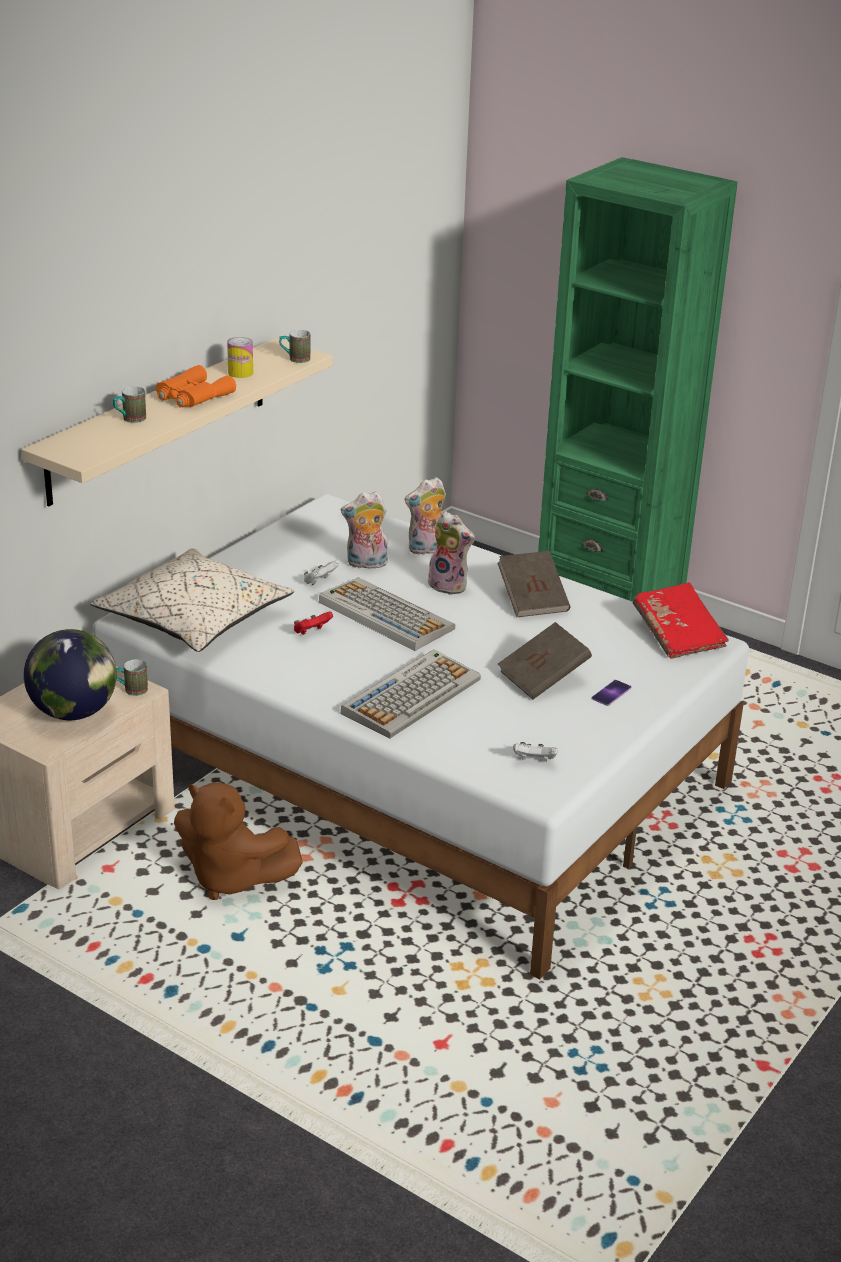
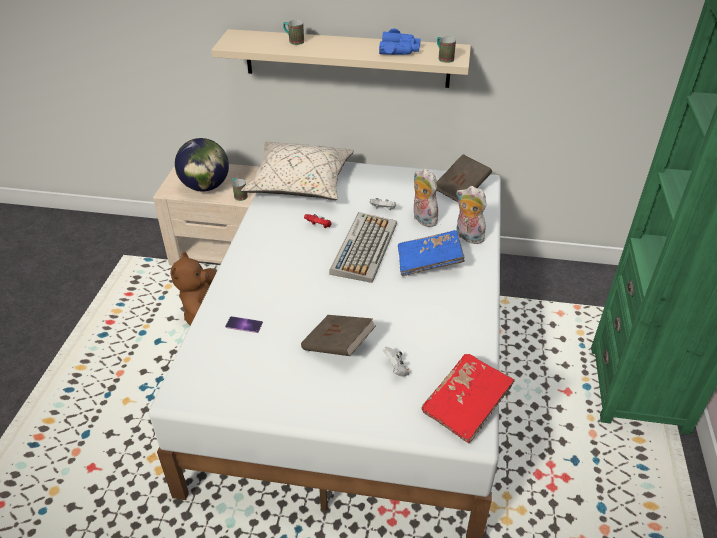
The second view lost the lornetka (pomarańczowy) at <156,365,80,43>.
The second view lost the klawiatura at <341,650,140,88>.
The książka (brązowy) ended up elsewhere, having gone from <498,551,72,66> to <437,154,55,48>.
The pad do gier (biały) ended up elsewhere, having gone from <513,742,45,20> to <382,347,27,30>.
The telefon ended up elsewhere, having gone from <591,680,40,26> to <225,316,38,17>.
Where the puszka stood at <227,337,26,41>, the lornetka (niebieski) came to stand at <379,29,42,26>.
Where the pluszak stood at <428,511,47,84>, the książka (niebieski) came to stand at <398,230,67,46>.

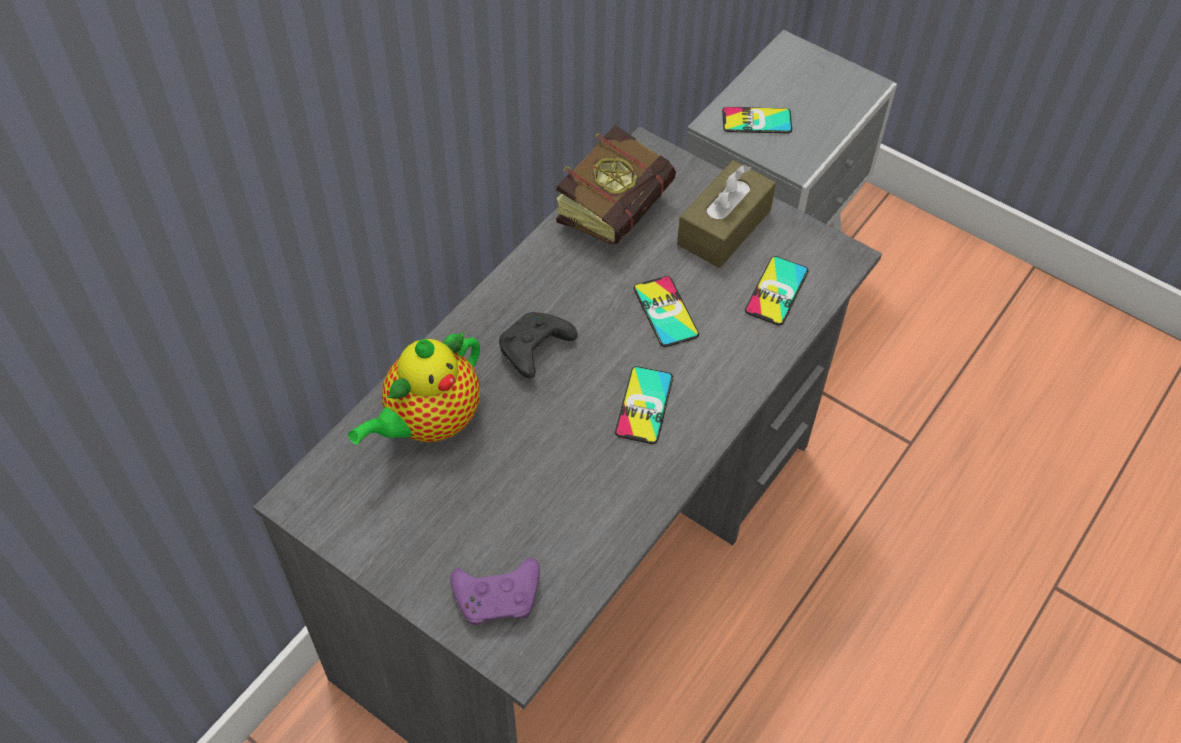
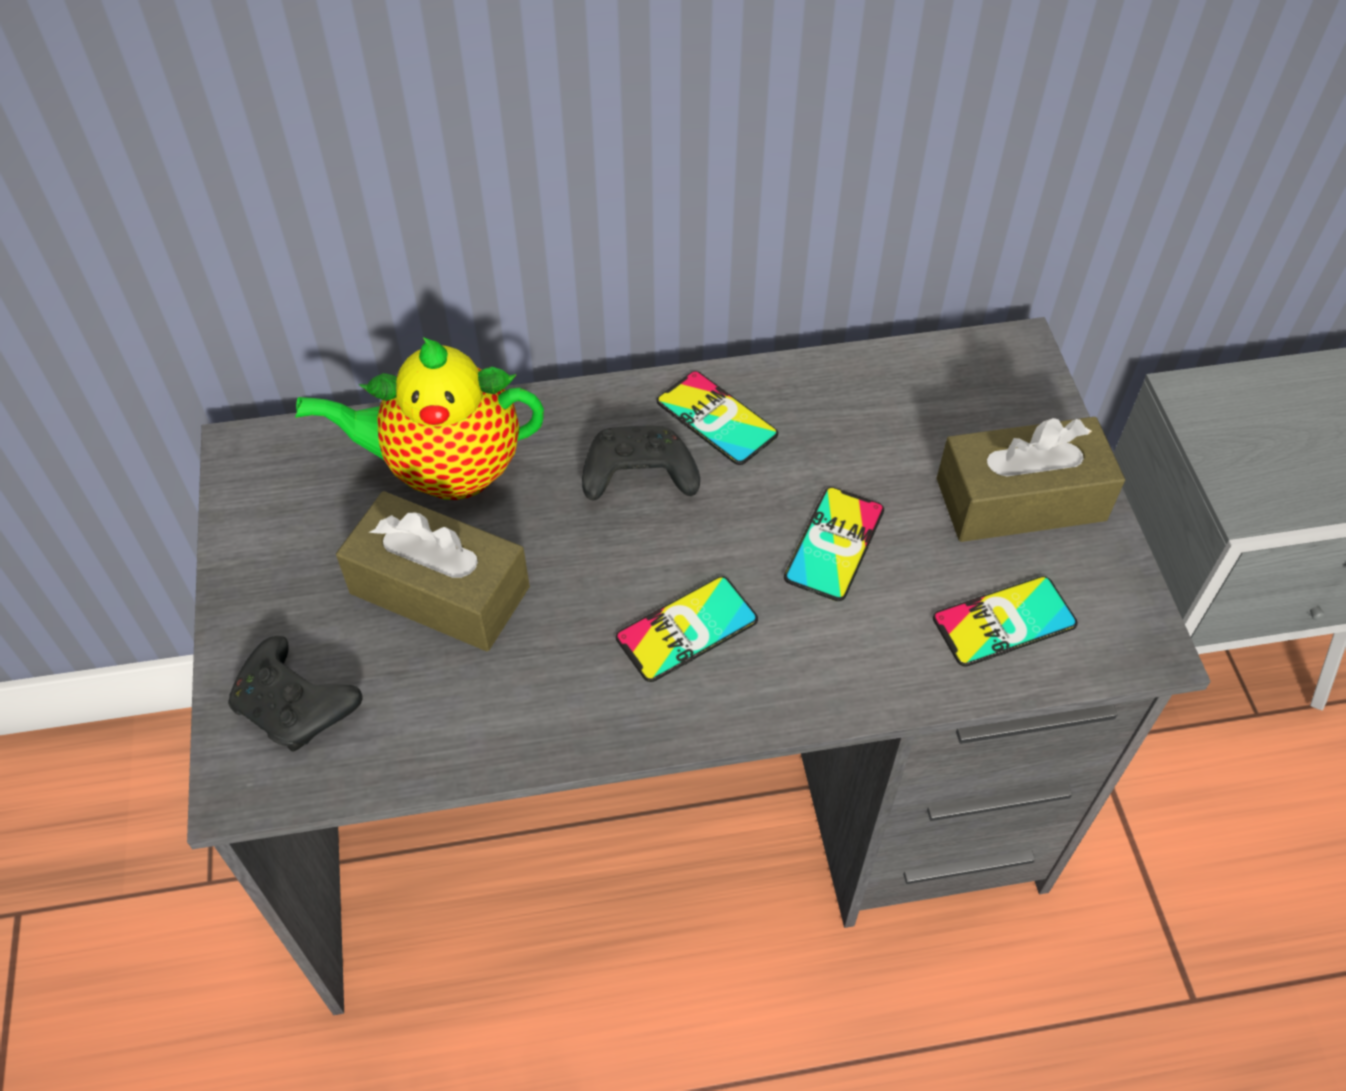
The second view lost the książka at <556,125,120,120>.
The second view gained the pudełko chusteczek (brązowy) at <336,491,194,161>.
The telefon ended up elsewhere, having gone from <722,107,70,26> to <657,371,121,94>.
What was the pad do gier (fioletowy) at <450,558,90,68> turned into the pad do gier (czarny) at <228,636,135,116>.

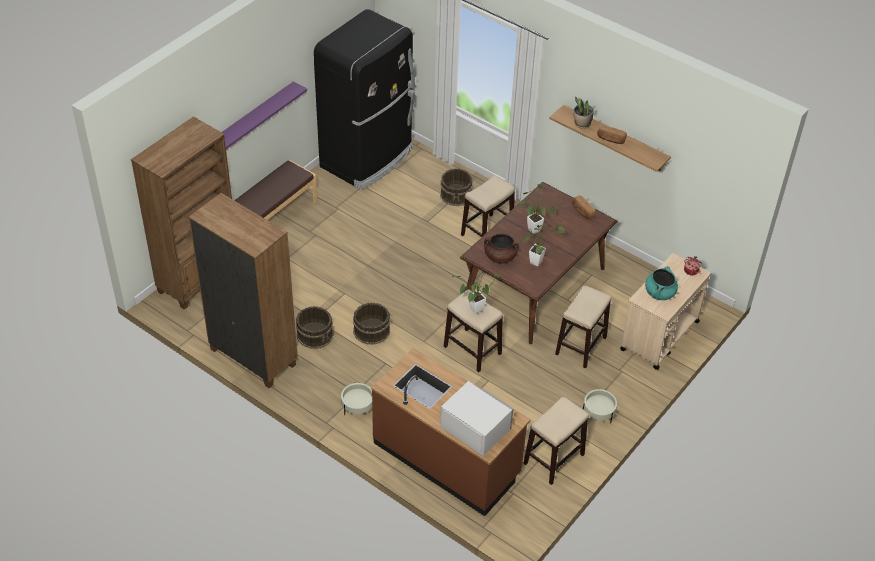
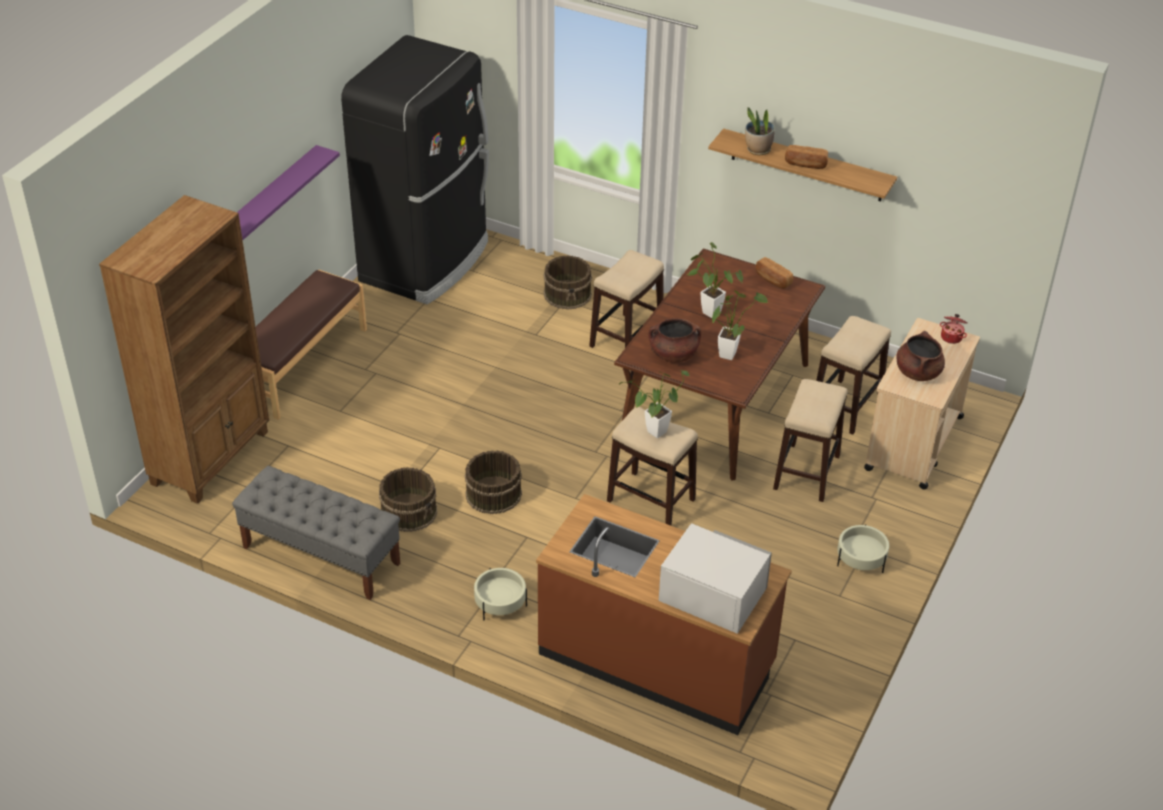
The stołek ended up elsewhere, having gone from <523,397,66,88> to <816,316,75,119>.
Where the regał (brązowy) stood at <189,193,109,195>, the ławka (szary) came to stand at <232,466,168,134>.
What was the garnek (turkusowy) at <645,266,33,34> turned into the garnek (brązowy) at <897,331,48,50>.

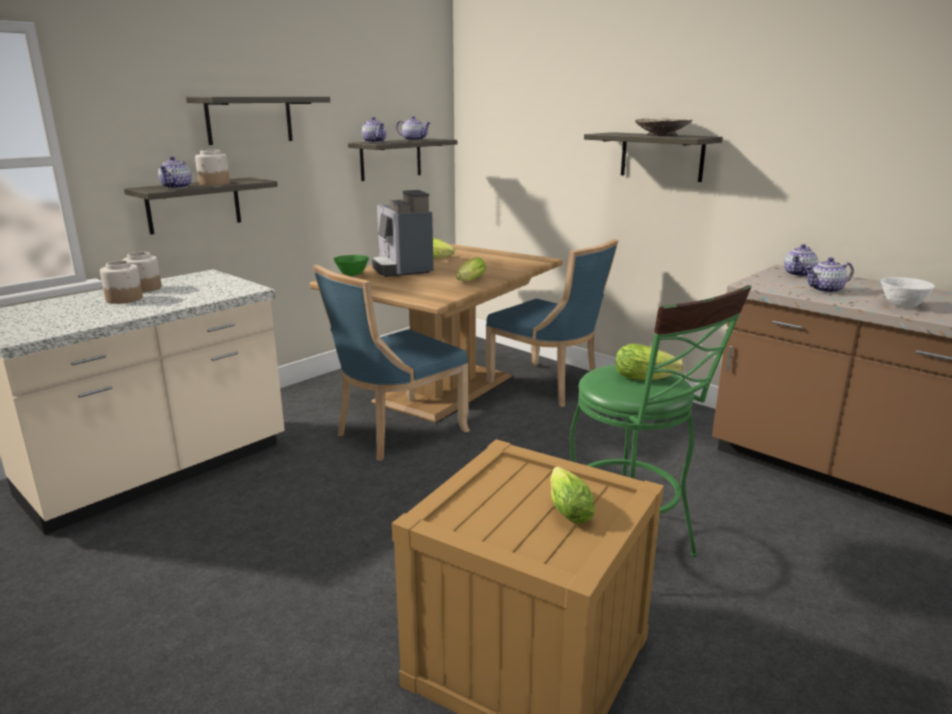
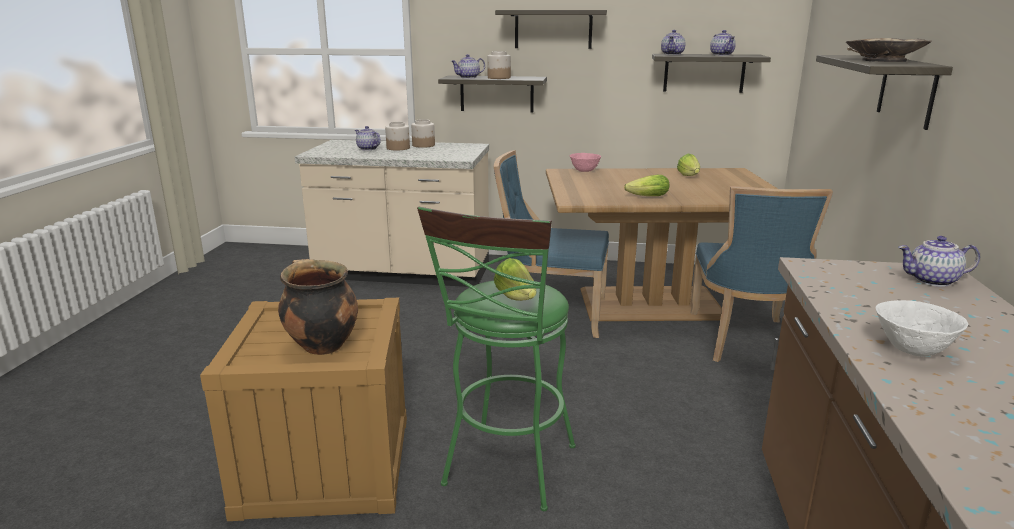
The second view lost the ekspres do kawy at <372,190,62,87>.
The imbryk ended up elsewhere, having gone from <805,257,49,36> to <355,126,26,25>.
Where the sałata stood at <550,467,45,57>, the garnek came to stand at <278,259,80,96>.
What was the miska (zielony) at <334,255,35,21> turned into the miska (różowy) at <569,153,32,19>.

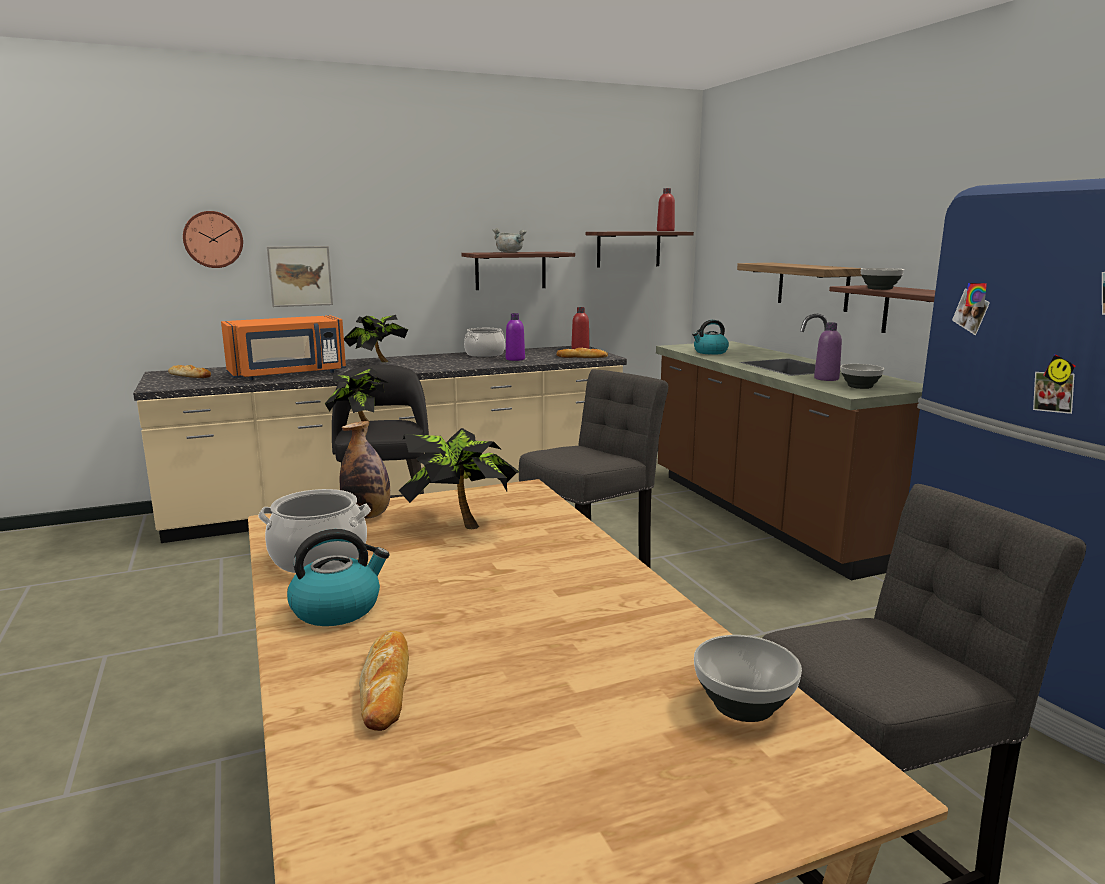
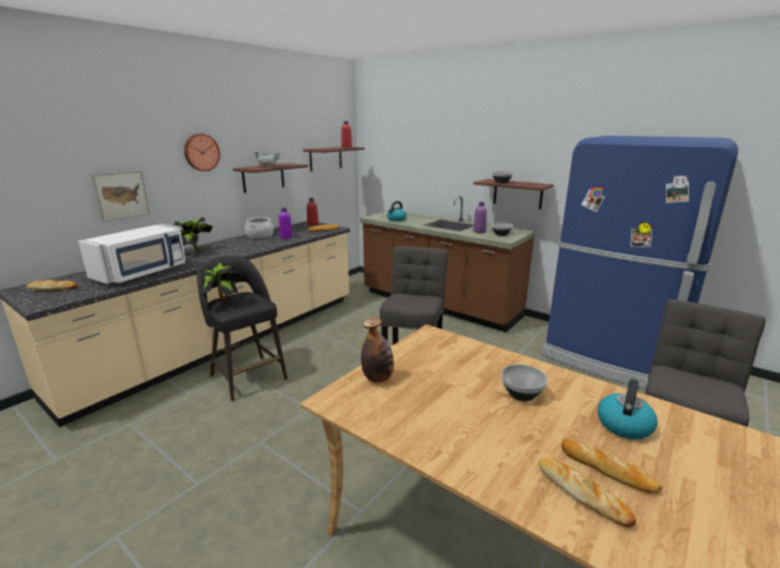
The second view lost the garnek at <258,489,113,84>.
The second view lost the roślina doniczkowa at <399,428,120,101>.
The second view lost the półka at <737,263,125,49>.
The second view gained the chleb at <561,439,102,54>.
The zegar ścienny ended up elsewhere, having gone from <183,211,60,57> to <184,134,36,37>.
The czajnik ended up elsewhere, having gone from <287,529,103,97> to <598,379,60,60>.
The miska ended up elsewhere, having gone from <694,635,108,87> to <501,364,47,37>.
What was the mikrofalówka (pomarańczowy) at <221,315,125,65> turned into the mikrofalówka (biały) at <78,224,108,61>.

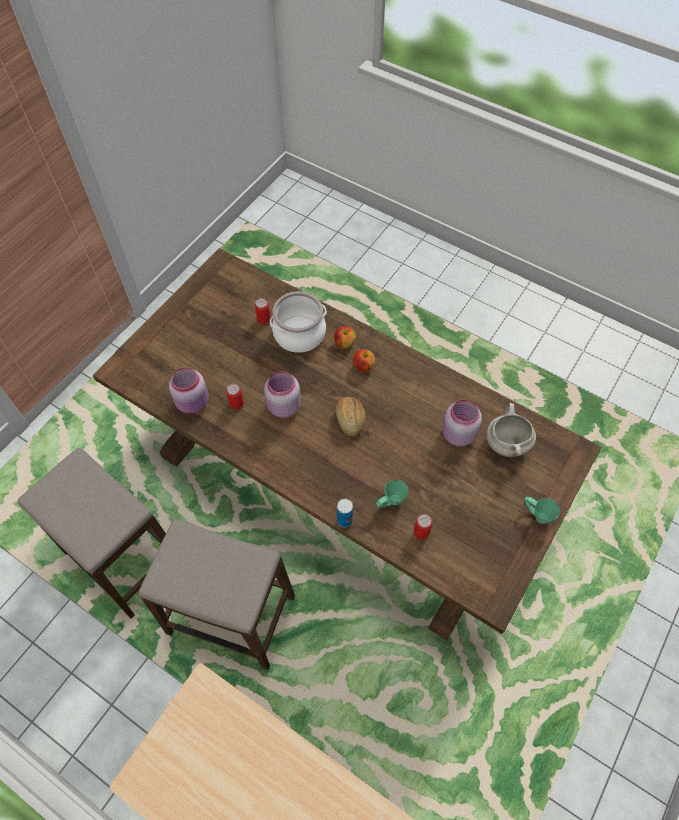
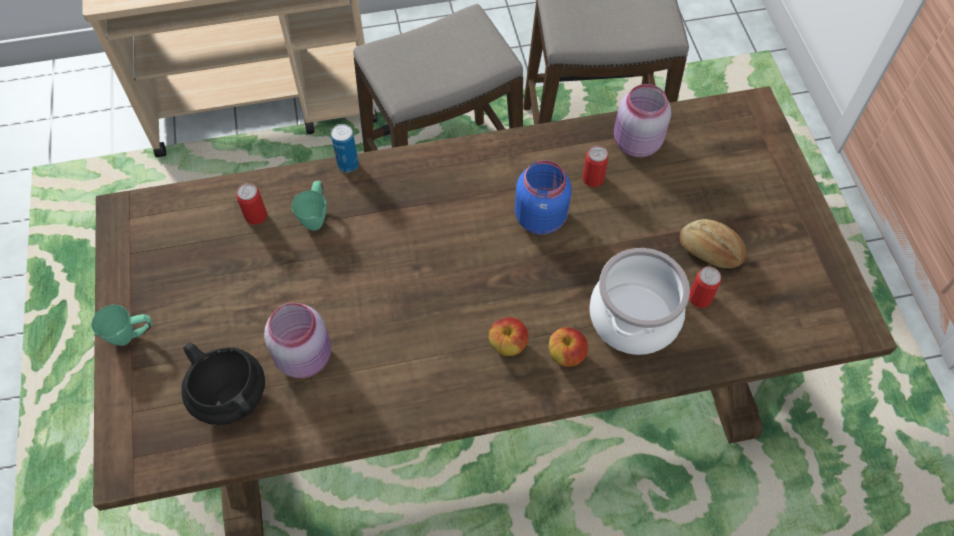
The chleb ended up elsewhere, having gone from <336,397,30,40> to <680,219,66,49>.
What was the słoik (różowy) at <264,371,37,47> turned into the słoik (niebieski) at <515,160,57,75>.
What was the garnek (biały) at <486,403,50,54> turned into the garnek (czarny) at <181,343,84,82>.

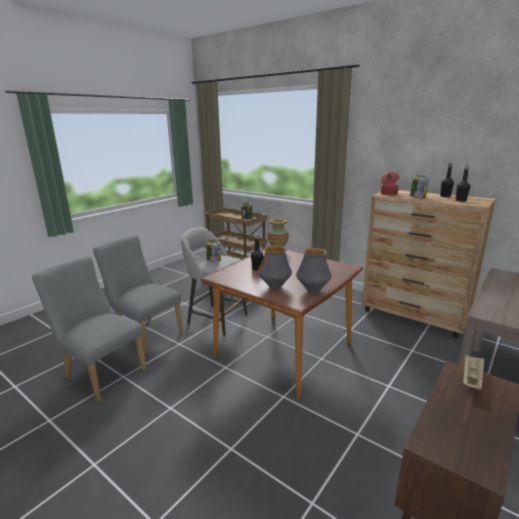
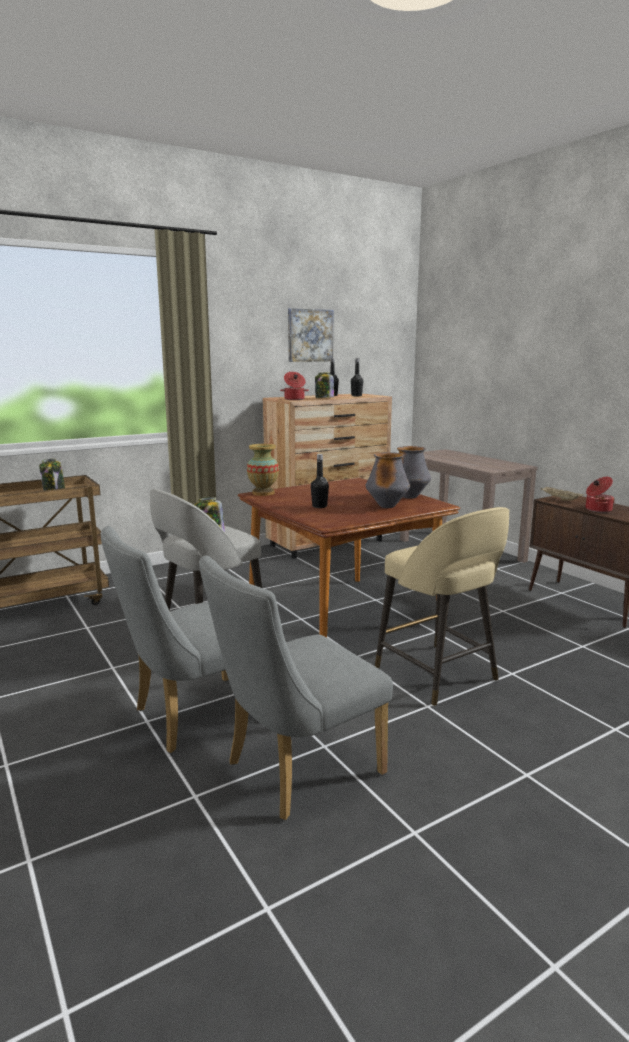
The second view gained the obraz at <288,308,45,54>.
The second view gained the stołek (beżowy) at <375,507,135,199>.
The second view gained the garnek at <586,477,29,36>.

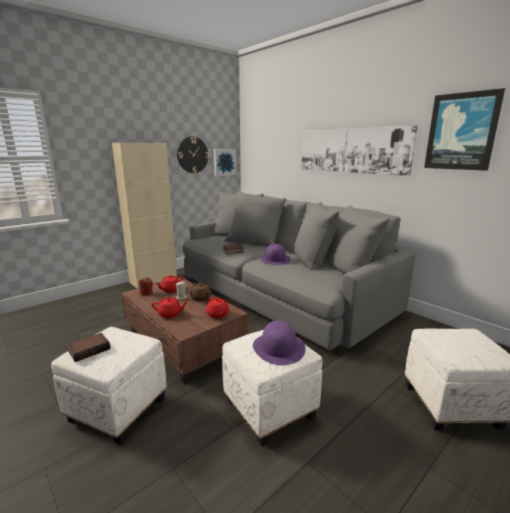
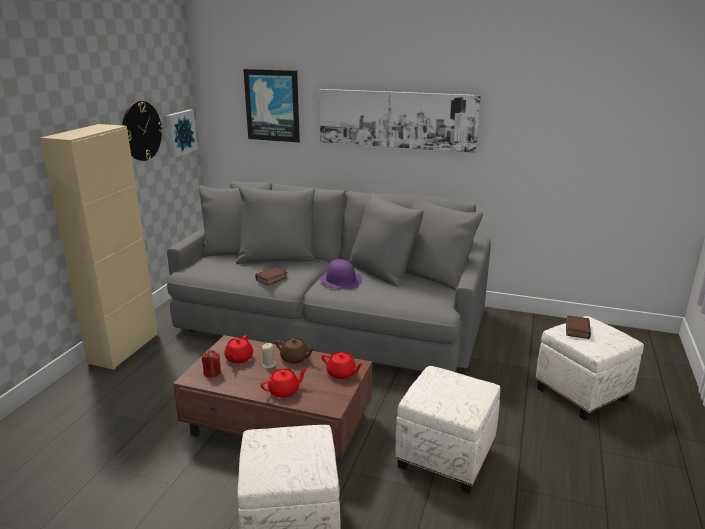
The second view lost the kapelusz (fioletowy) at <253,321,52,44>.
The książka ended up elsewhere, having gone from <67,333,43,29> to <566,315,25,24>.
The obraz ended up elsewhere, having gone from <424,88,81,83> to <243,69,57,73>.

